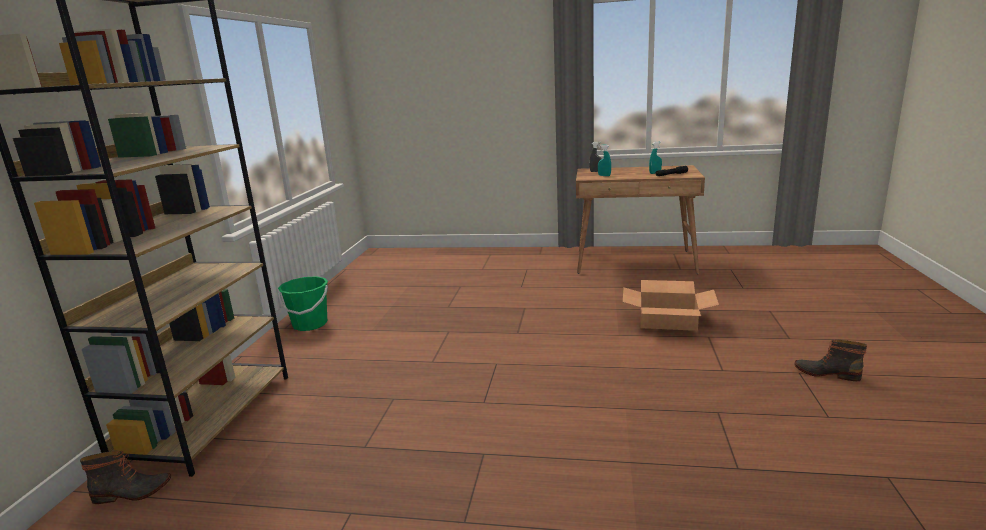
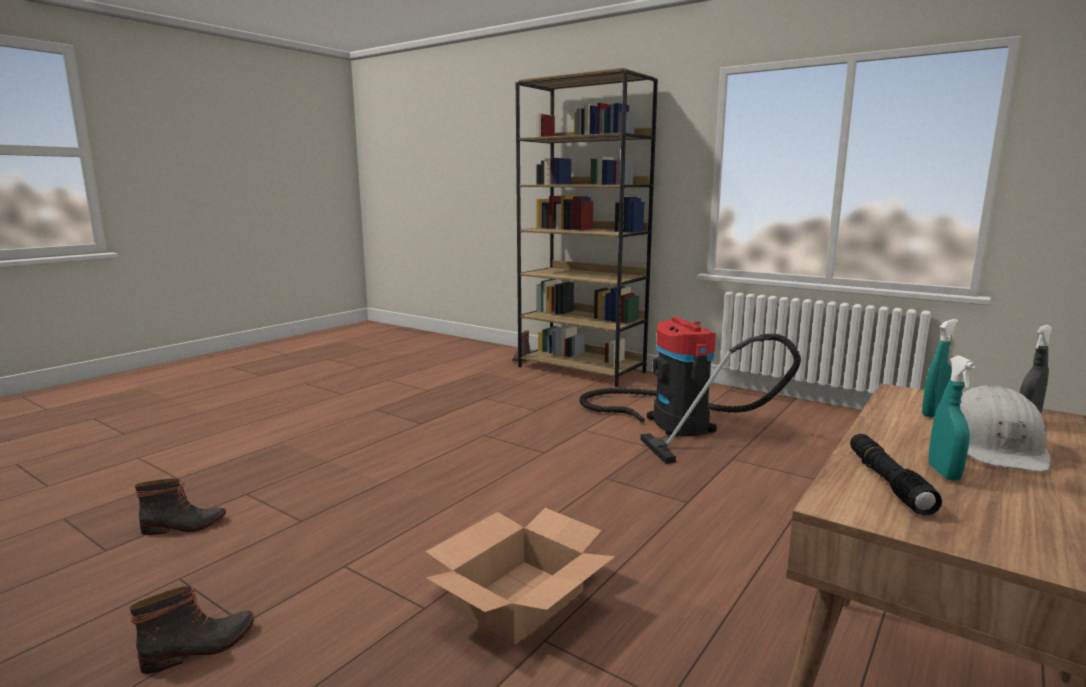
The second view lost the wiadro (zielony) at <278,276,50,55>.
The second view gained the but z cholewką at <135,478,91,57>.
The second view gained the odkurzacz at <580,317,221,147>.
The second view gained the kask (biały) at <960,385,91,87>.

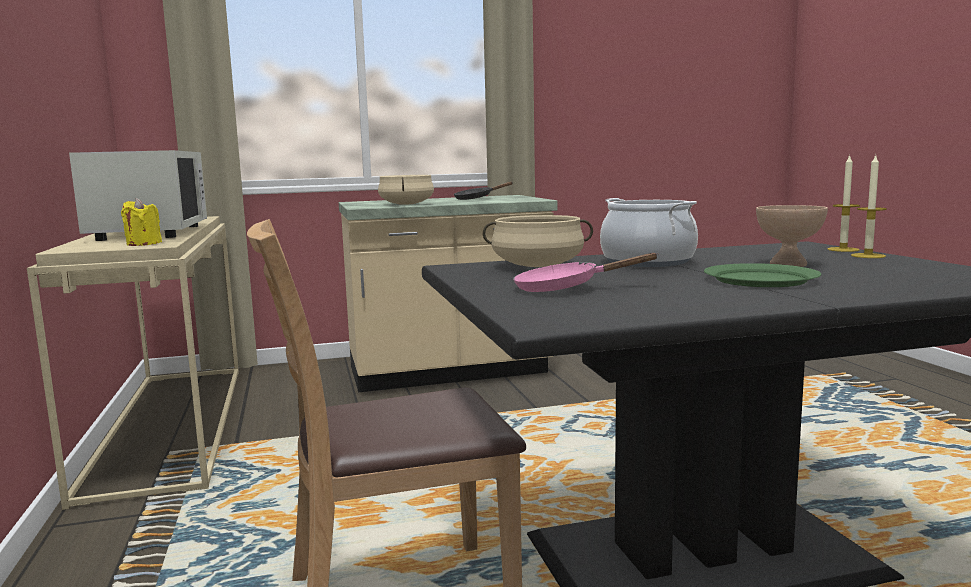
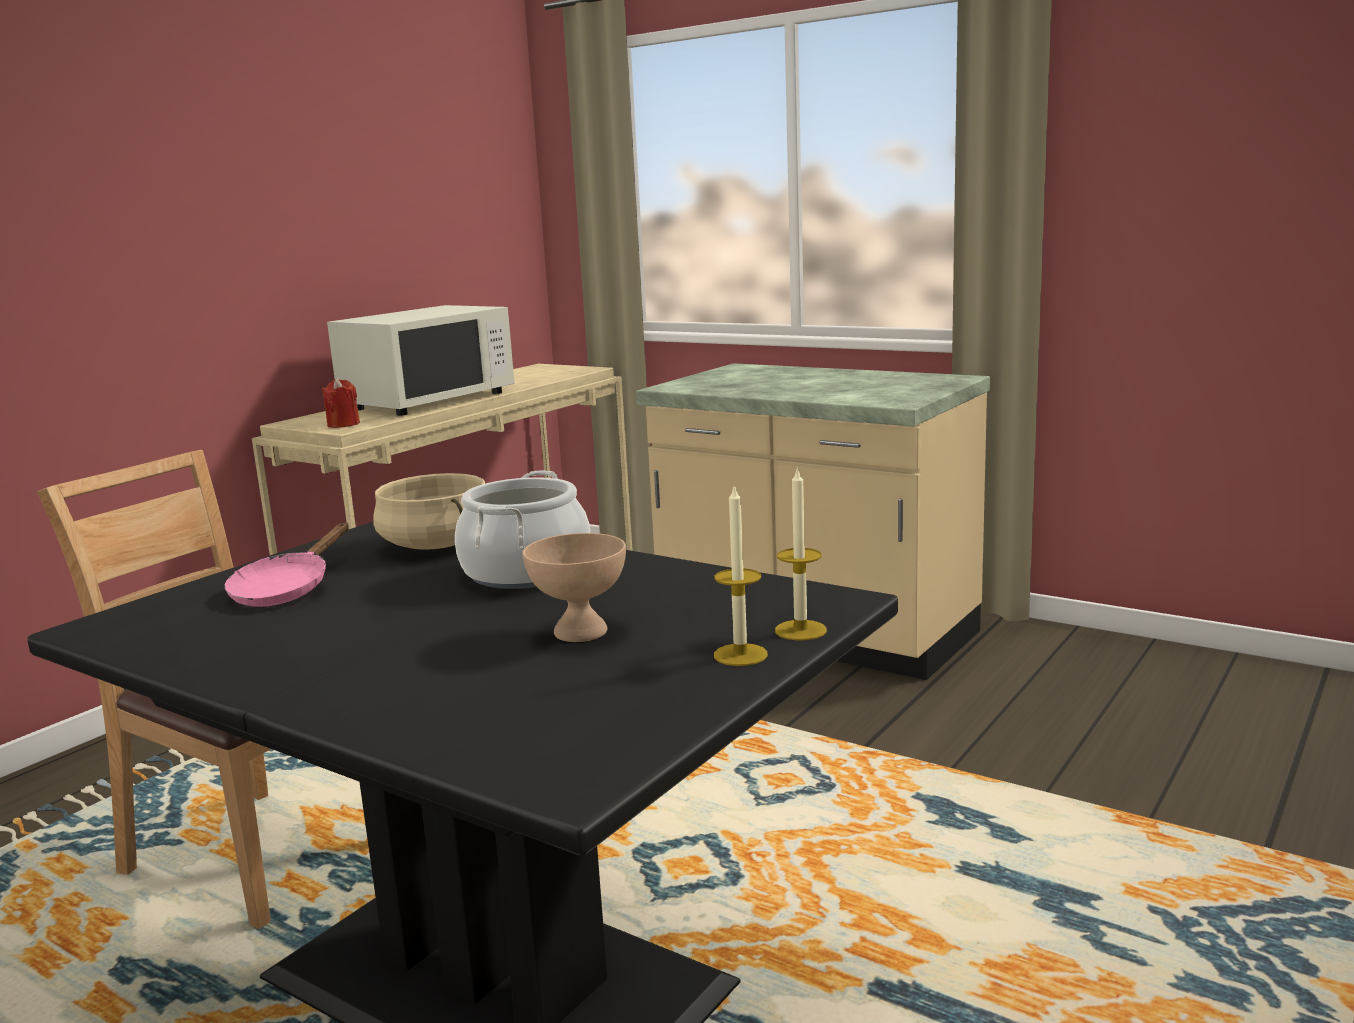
The second view lost the garnek (beżowy) at <378,175,56,30>.
The second view lost the patelnia (czarny) at <454,182,58,18>.
The second view lost the talerz (zielony) at <704,263,117,24>.
What was the świeca (żółty) at <121,198,41,48> turned into the świeca (czerwony) at <322,378,38,50>.
The patelnia (różowy) at <513,253,146,39> ended up facing another way, 120 degrees counterclockwise from before.

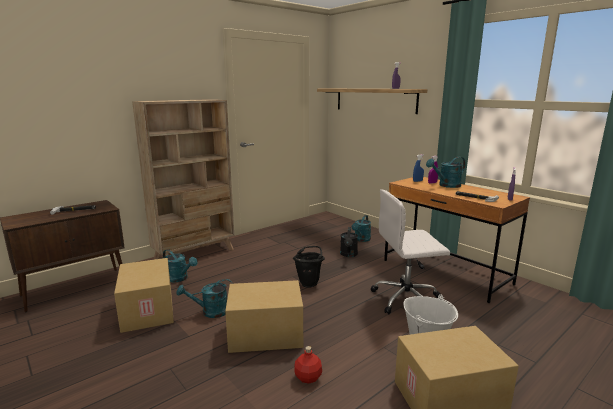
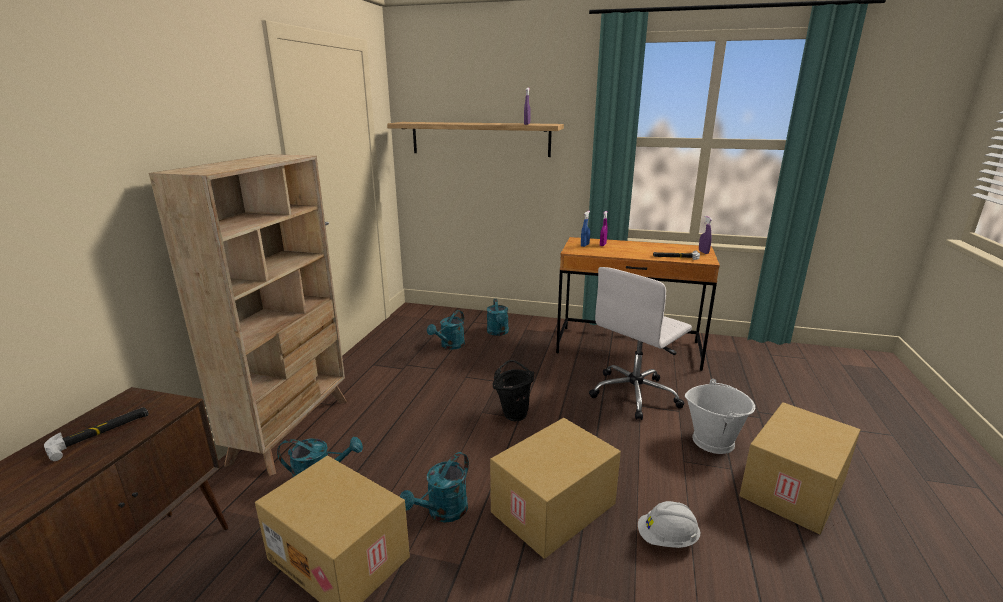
The second view lost the konewka (czarny) at <340,227,18,30>.
The konewka (turkusowy) ended up elsewhere, having gone from <426,157,40,31> to <427,310,38,40>.
Where the butelka (czerwony) stood at <294,346,28,38>, the kask (biały) came to stand at <638,501,63,47>.

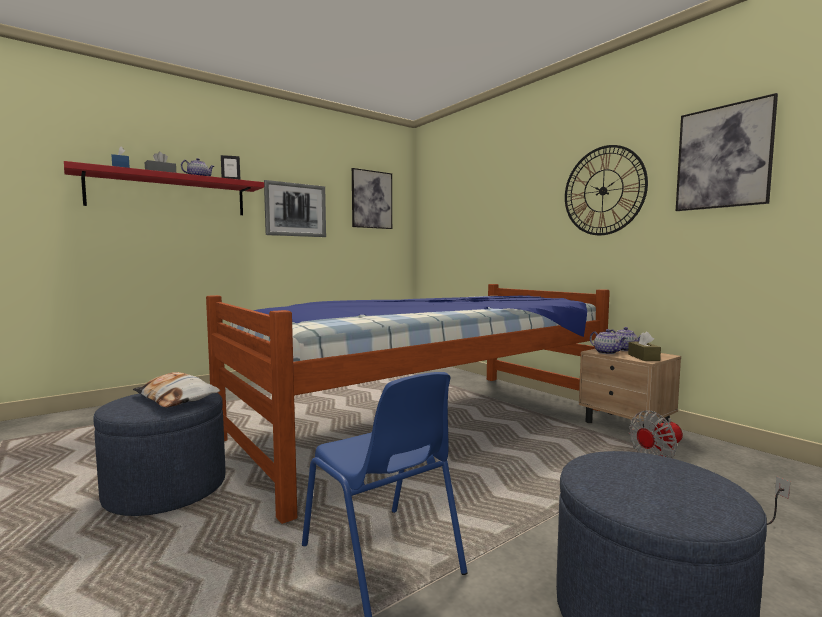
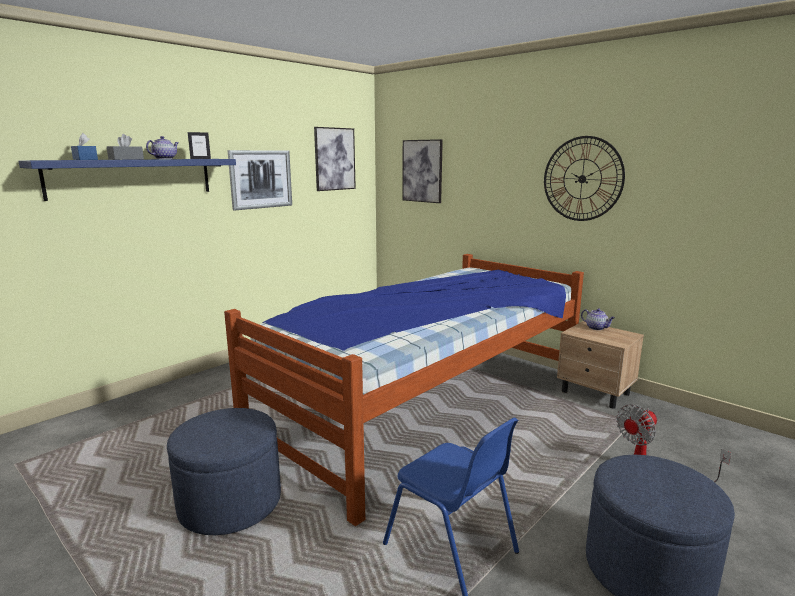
The second view lost the poduszka at <133,372,87,36>.
The second view lost the imbryk at <590,329,36,25>.
The second view lost the pudełko chusteczek (brązowy) at <628,331,33,30>.
The obraz ended up elsewhere, having gone from <676,93,102,118> to <402,139,41,64>.
What was the półka (czerwony) at <64,161,200,54> turned into the półka (niebieski) at <19,159,217,42>.

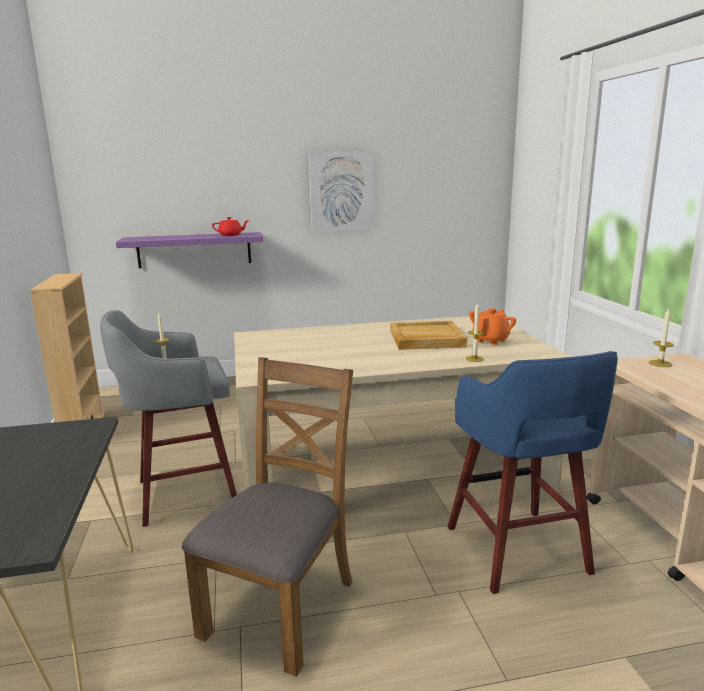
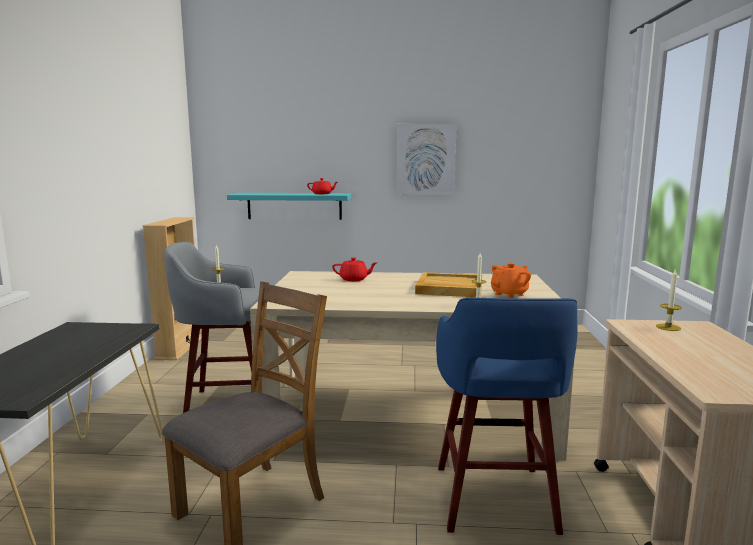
The second view gained the imbryk (czerwony) at <332,257,45,24>.
What was the półka (fioletowy) at <116,232,147,36> turned into the półka (turkusowy) at <227,193,124,27>.

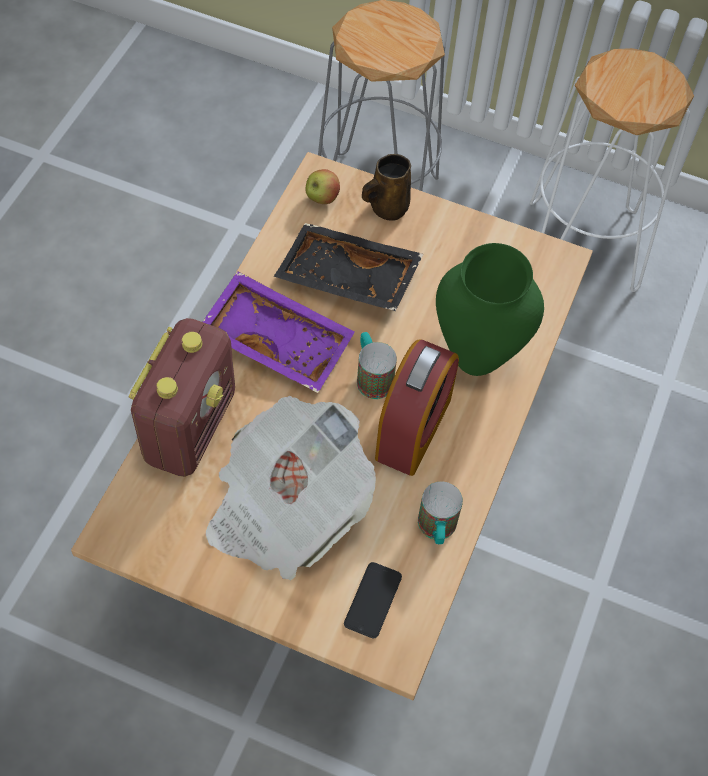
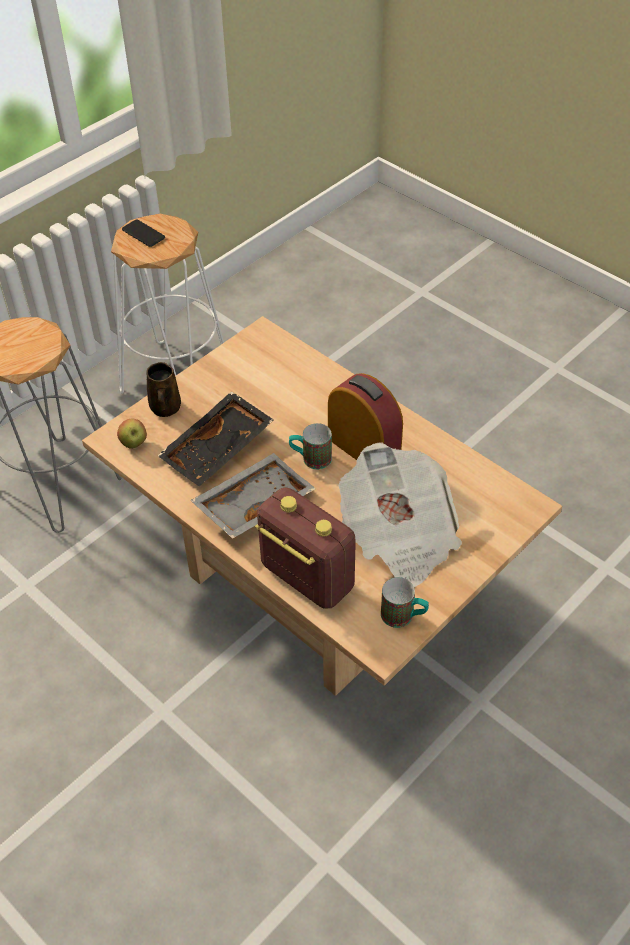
The second view lost the wazon (zielony) at <436,243,108,133>.
The telefon ended up elsewhere, having gone from <344,562,58,77> to <122,220,43,27>.
The kubek ended up elsewhere, having gone from <418,481,45,63> to <381,577,48,51>.
What was the taca (fioletowy) at <203,271,152,122> turned into the taca (szary) at <190,453,126,86>.

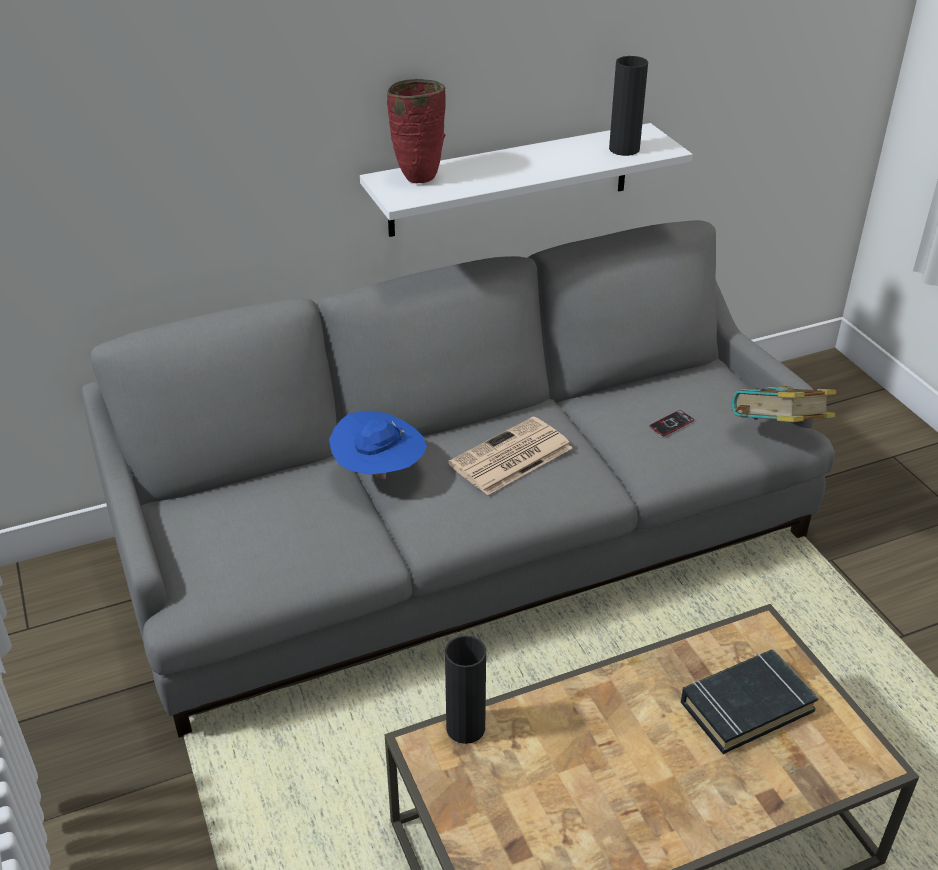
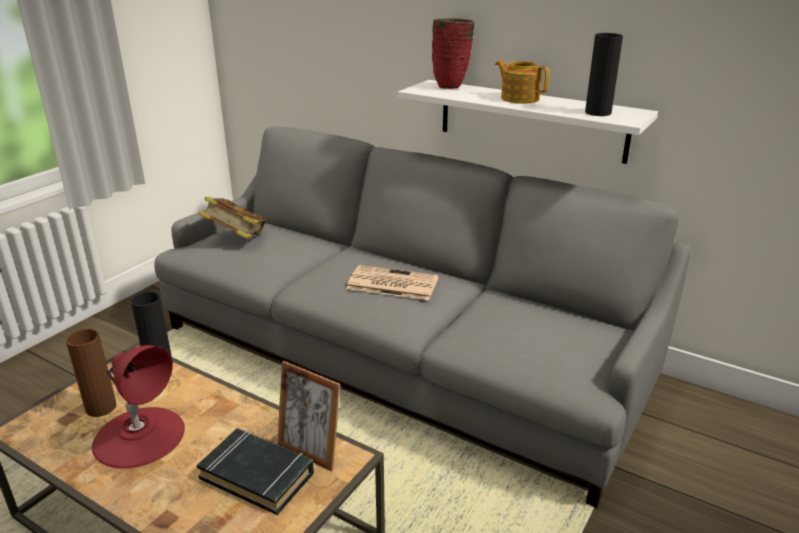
The second view lost the kapelusz (niebieski) at <329,411,98,68>.
The second view lost the telefon at <649,410,45,26>.
The second view gained the wazon (brązowy) at <66,329,51,88>.
The second view gained the lampa stołowa (czerwony) at <92,345,93,124>.
The second view gained the ramka na zdjęcie at <277,361,64,110>.
The second view gained the imbryk at <495,61,55,43>.
The książka ended up elsewhere, having gone from <731,386,105,36> to <198,197,68,42>.

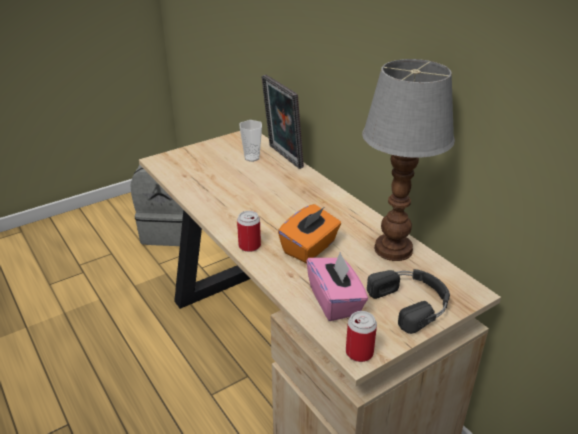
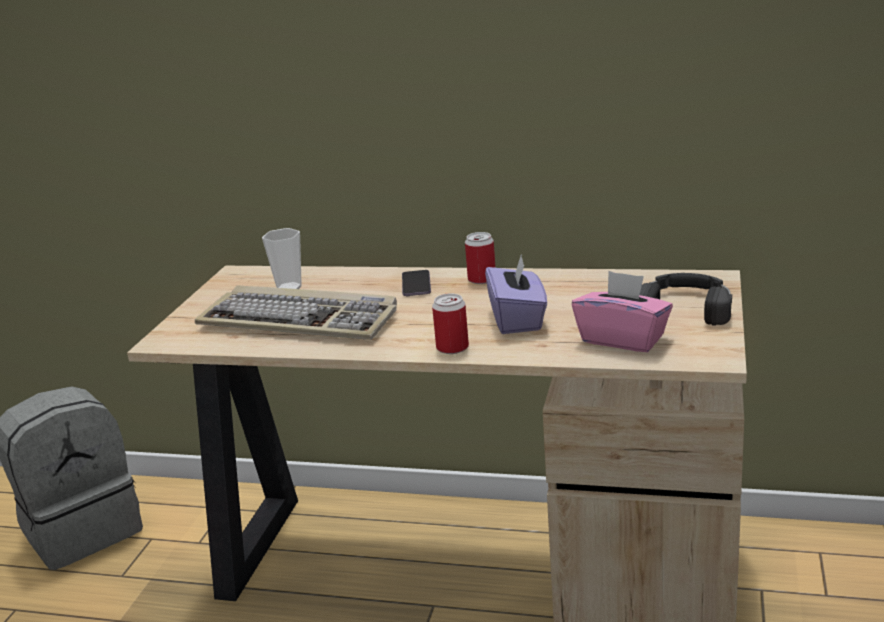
The second view lost the ramka na zdjęcie at <261,75,43,94>.
The second view lost the lampa stołowa at <362,59,93,202>.
The second view gained the klawiatura at <195,285,202,55>.
The second view gained the telefon at <402,270,29,27>.
The puszka ended up elsewhere, having gone from <346,311,31,51> to <465,232,31,52>.
What was the pudełko chusteczek (pomarańczowy) at <278,204,63,59> turned into the pudełko chusteczek (fioletowy) at <485,253,62,81>.

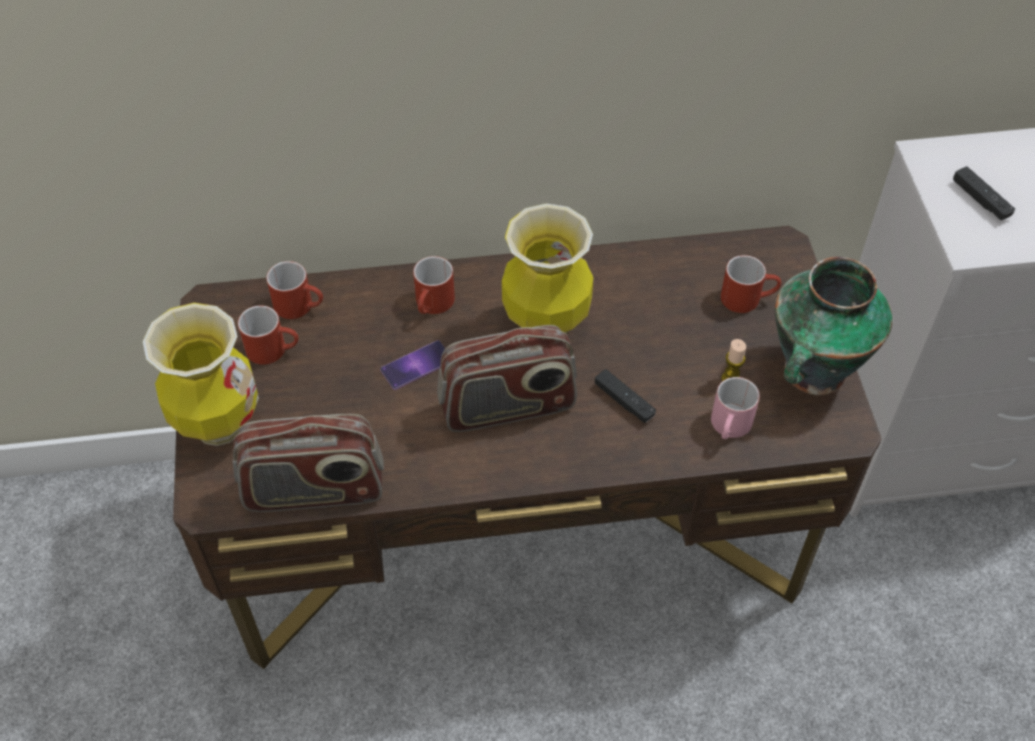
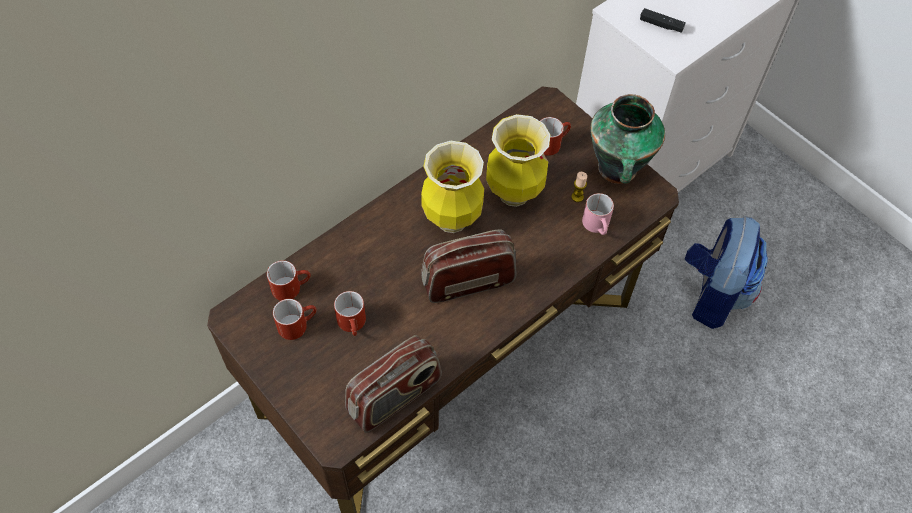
The second view lost the telefon at <380,340,65,50>.
The second view lost the pad do gier (czarny) at <595,369,61,54>.
The second view gained the plecak at <685,216,83,113>.
The wazon ended up elsewhere, having gone from <143,303,116,143> to <486,114,64,93>.
The kubek (czerwony) ended up elsewhere, having gone from <413,256,42,58> to <334,291,32,45>.
The radio at <437,325,140,107> ended up facing another way, 150 degrees counterclockwise from before.

